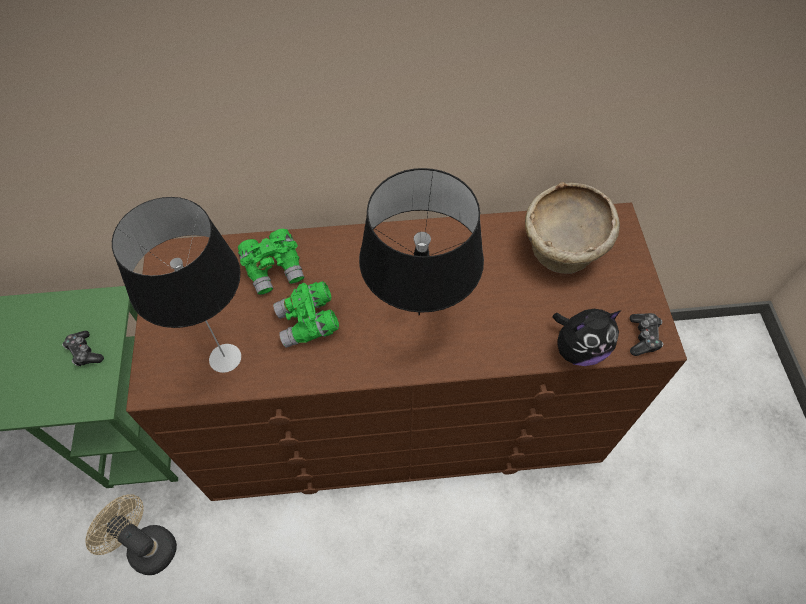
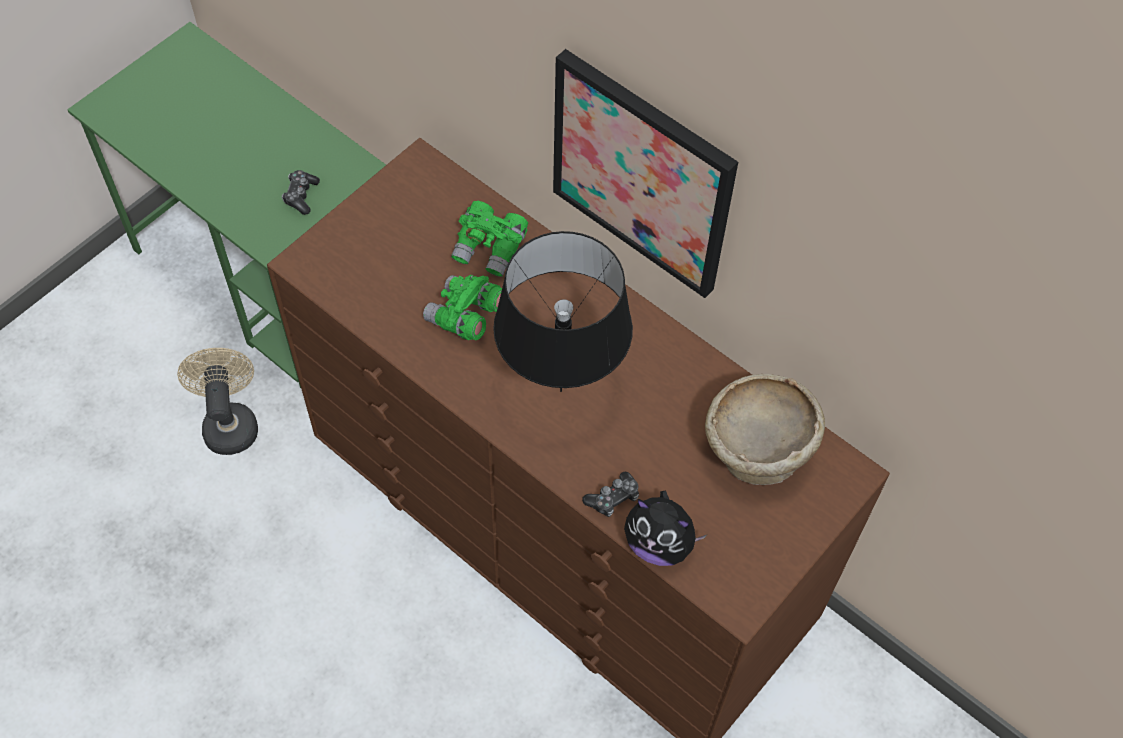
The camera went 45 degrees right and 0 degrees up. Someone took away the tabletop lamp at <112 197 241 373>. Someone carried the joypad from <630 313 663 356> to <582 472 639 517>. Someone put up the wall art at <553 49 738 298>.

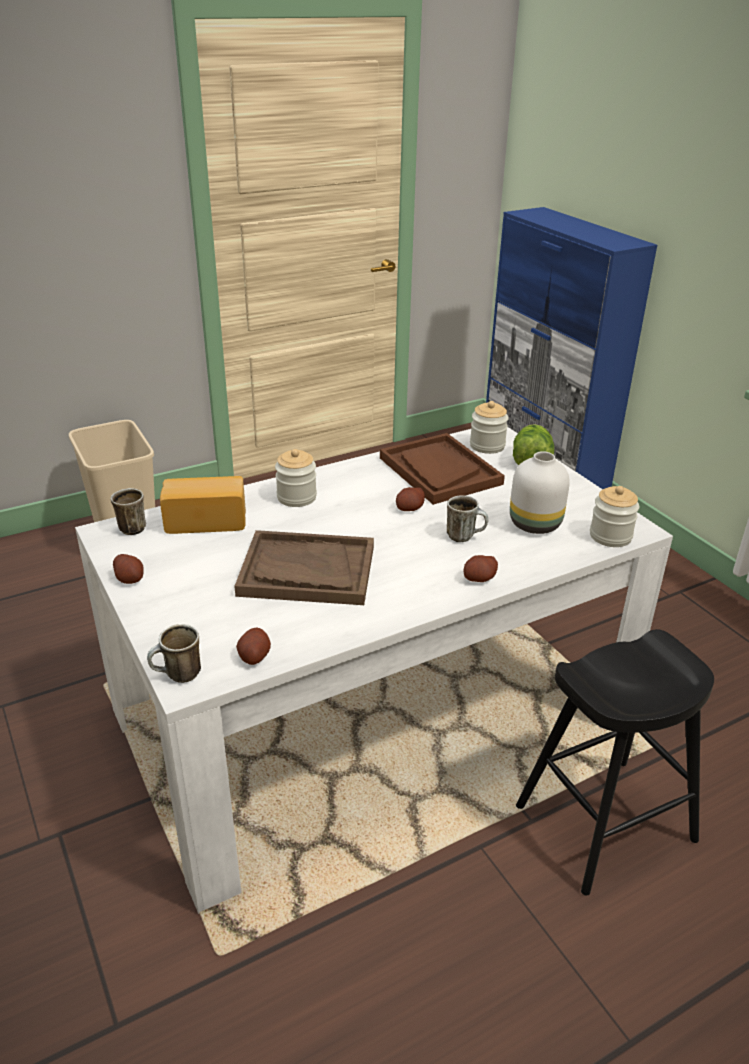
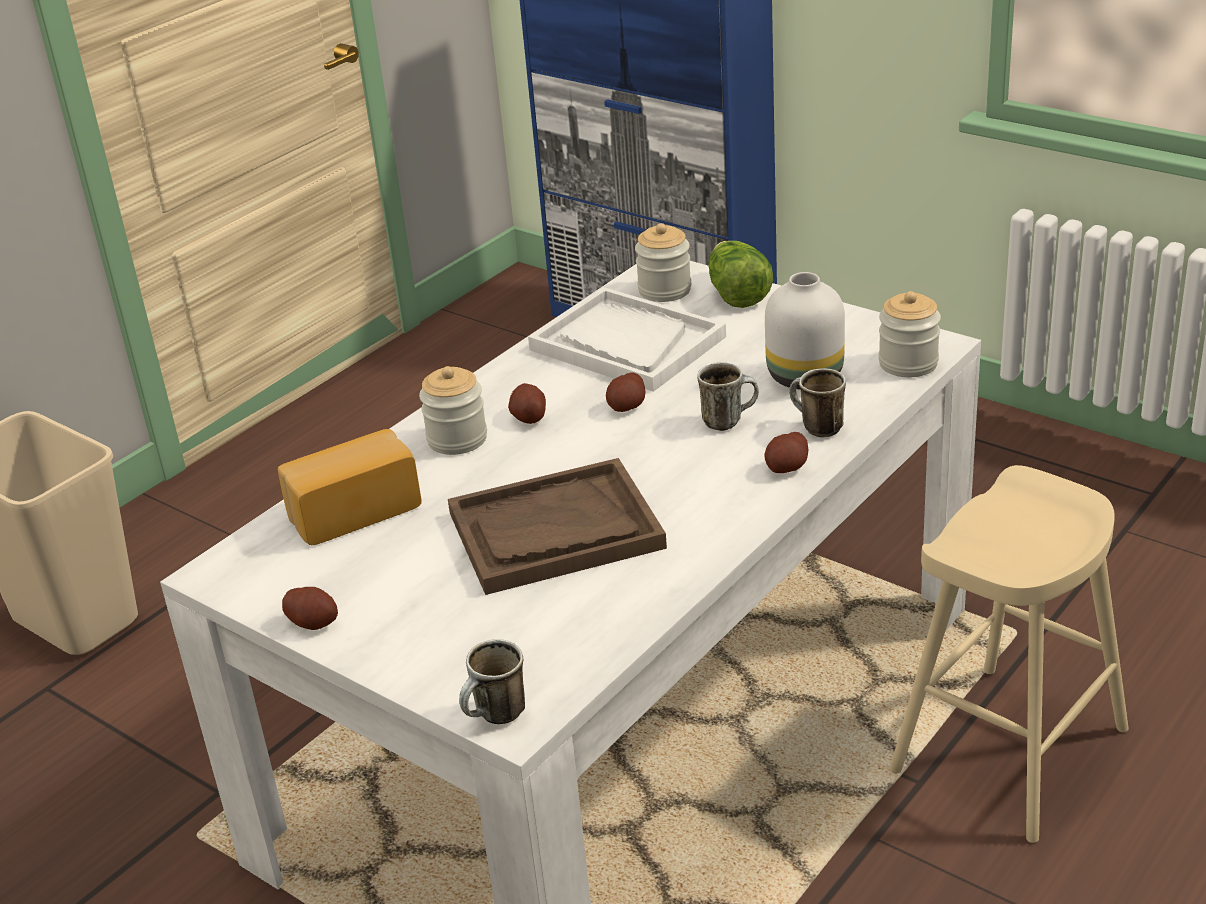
The camera went 20 degrees left and 0 degrees up. Someone repainted the carrying tray in brown at <380 433 505 505>, which became the carrying tray in white at <528 287 726 392>. Someone carried the mug from <110 488 146 535> to <789 368 846 437>. Someone carried the potato from <236 627 271 665> to <508 383 546 424>. Someone repainted the stool in black-coloured at <516 629 714 896>, which became the stool in sand-coloured at <890 465 1129 843>.

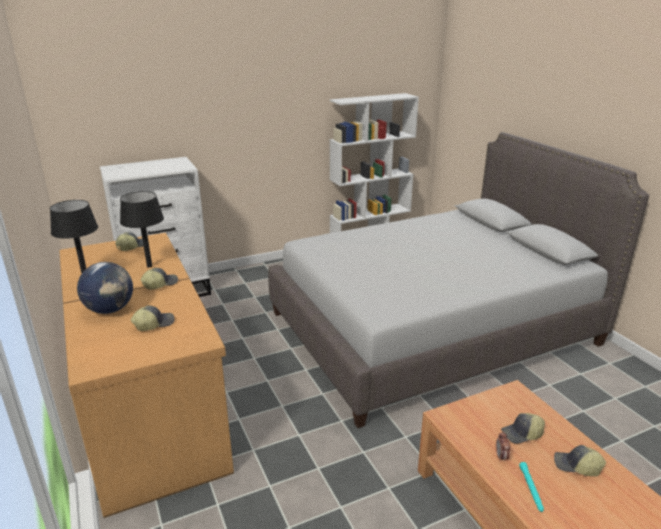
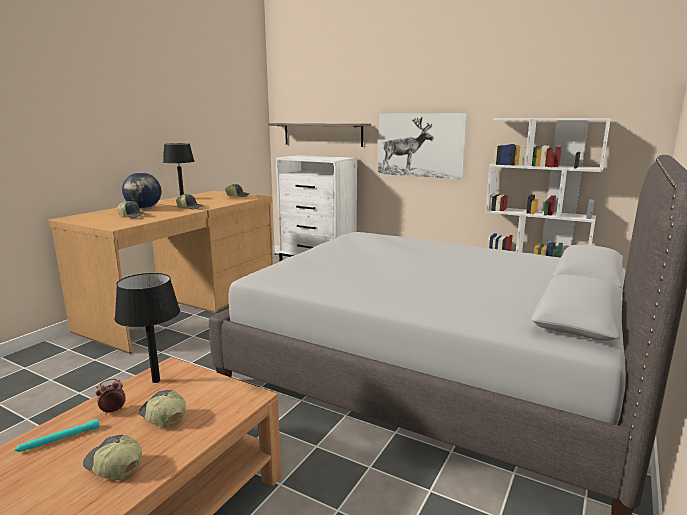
The camera went 55 degrees right and 10 degrees down. Someone carried the tabletop lamp in black-coloured from <120 191 164 268> to <115 273 180 383>. Someone rotated the peaked cap at <554 445 606 476> by 45 degrees counterclockwise. Someone put up the wall art at <378 113 467 179>. Someone put up the bracket shelf at <268 123 371 147>.

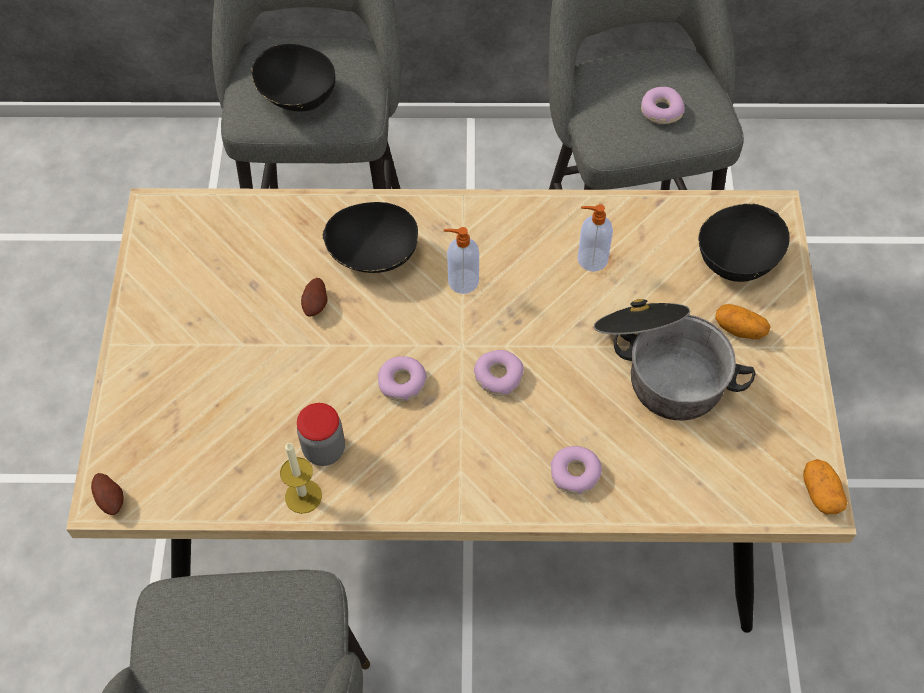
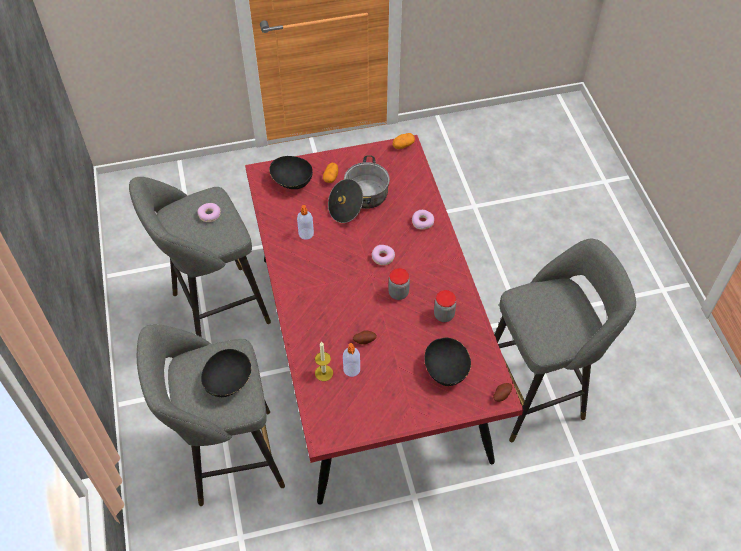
The camera went 105 degrees left and 5 degrees down. Someone repainted the dinner table in sand-coloured at <66 188 856 633>, which became the dinner table in reddish at <245 135 523 505>. Someone carried the serving bowl in black-coloured from <323 202 419 273> to <424 337 471 386>. Someone carried the soap bottle from <444 227 479 294> to <343 343 360 377>. Someone swapped the doughnut at <378 356 427 401> for the storage jar at <388 268 410 300>. Someone carried the wax light from <280 443 322 514> to <315 342 333 381>.

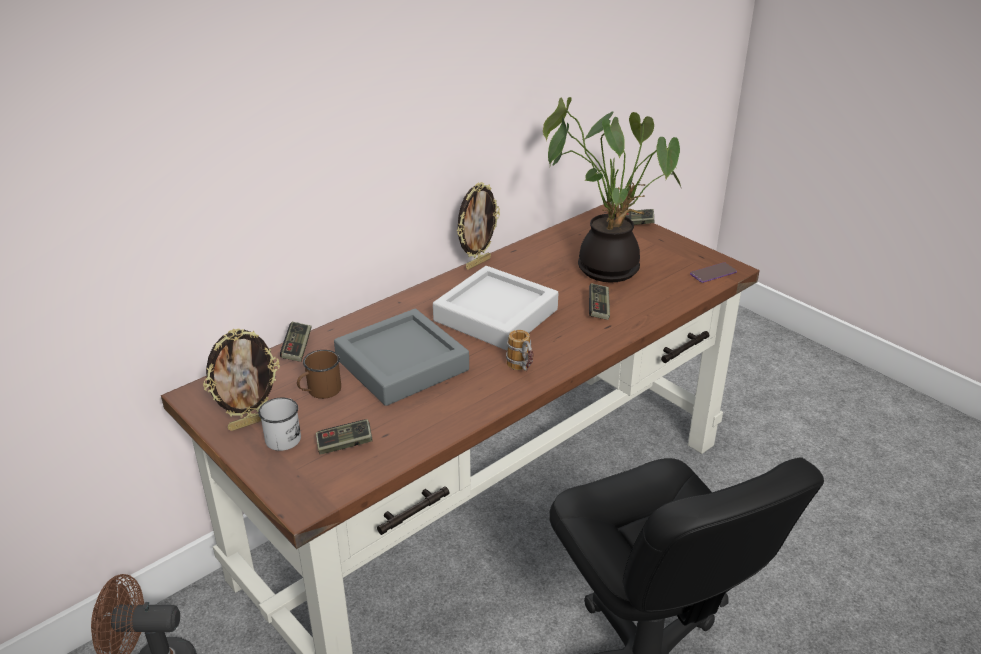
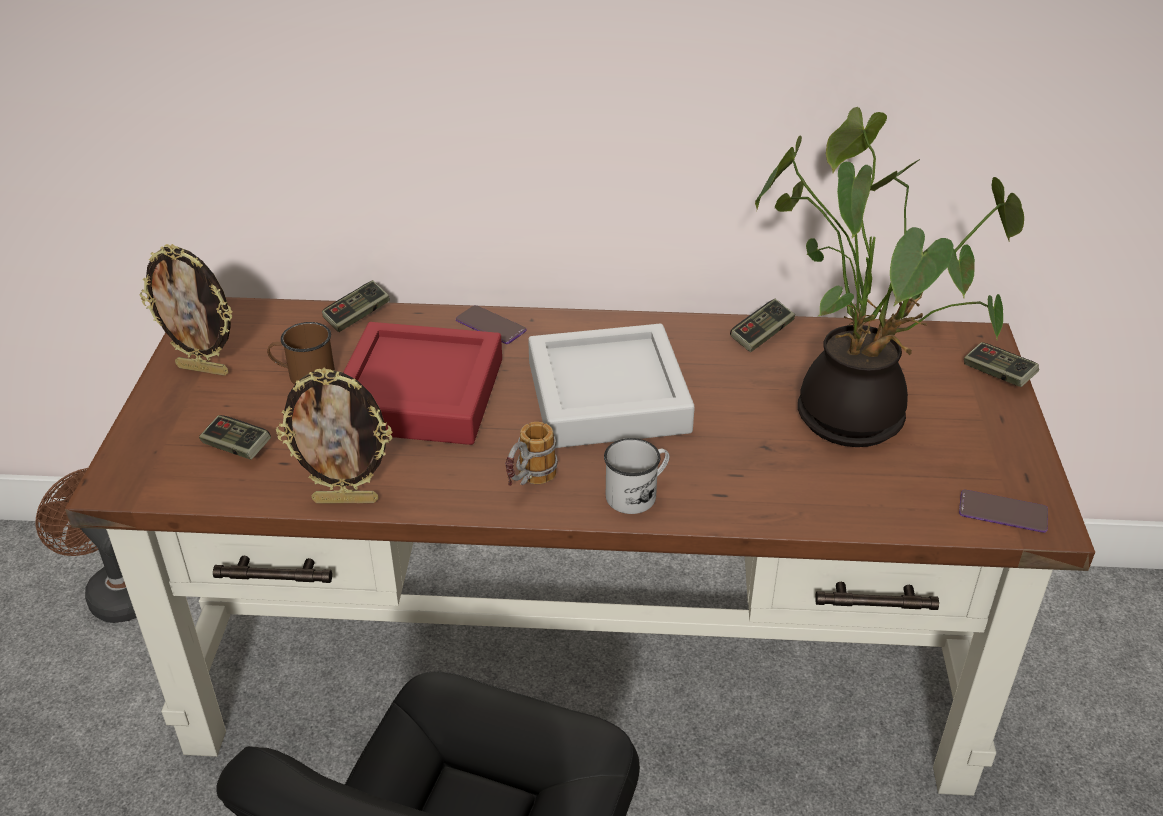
The camera went 45 degrees right and 5 degrees up. Someone carried the photo frame from <457 182 500 270> to <276 368 392 504>. Someone carried the joypad from <589 283 610 320> to <730 299 795 352>. Someone repainted the carrying tray in grey at <334 309 469 406>, which became the carrying tray in reddish at <343 322 502 445>. Someone carried the mug in white from <258 398 301 451> to <604 438 670 514>. Someone put down the handset at <456 305 527 344>.

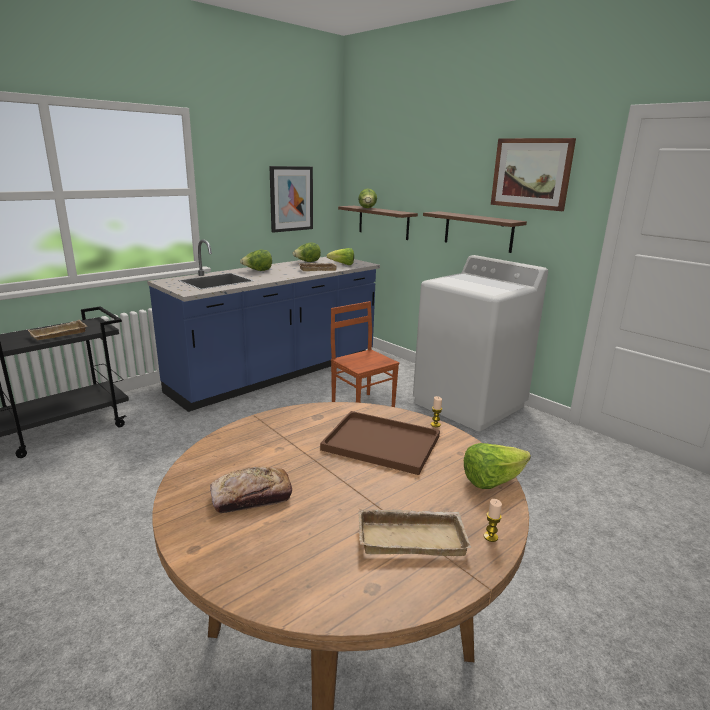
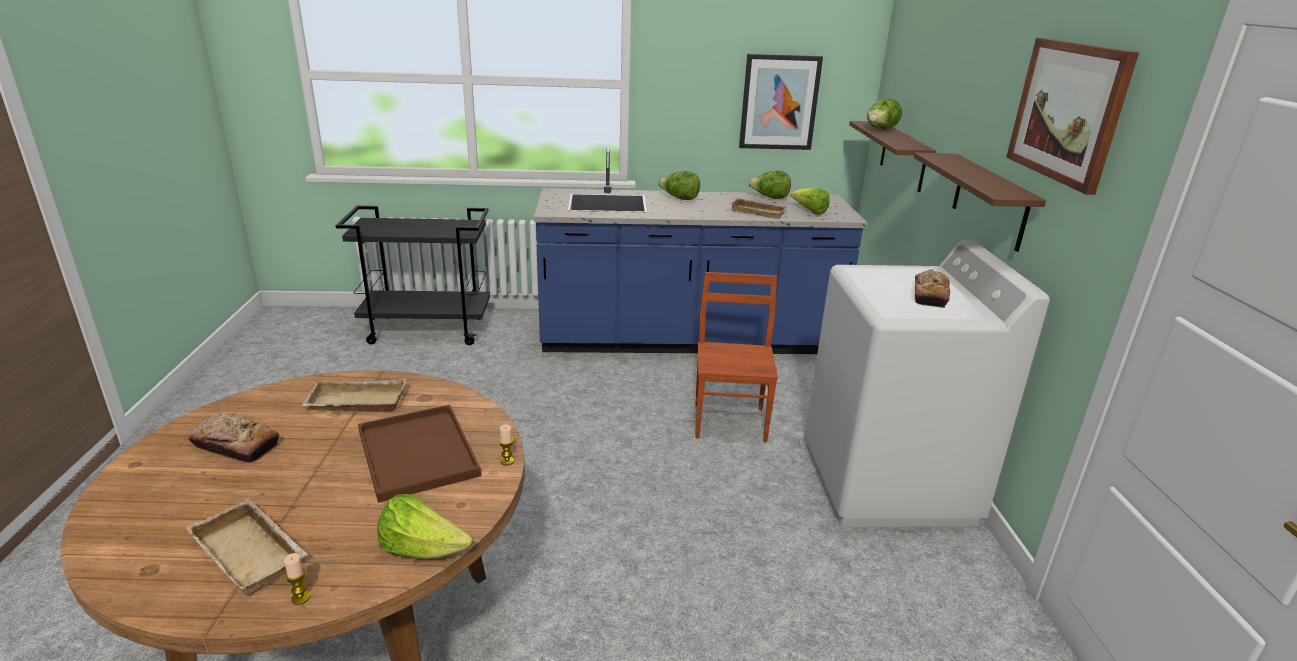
The camera went 40 degrees right and 5 degrees up. Someone carried the carrying tray in sand-coloured from <28 320 87 340> to <301 378 406 412>. Someone put down the bakery bread at <915 269 950 308>.

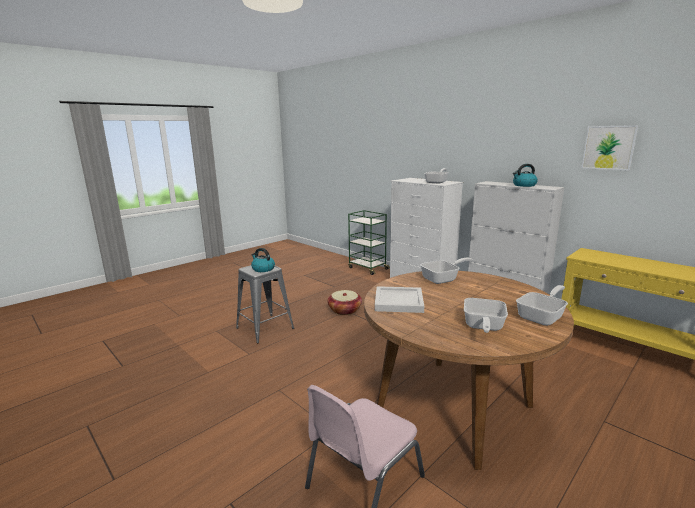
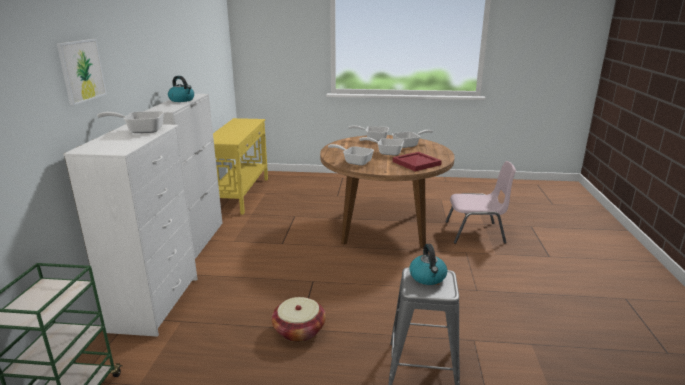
The camera went 130 degrees left and 5 degrees up. Someone carried the wall art from <581 125 638 170> to <57 39 107 105>. Someone repainted the carrying tray in white at <375 286 424 313>, which became the carrying tray in reddish at <393 152 442 171>. Someone put down the frying pan at <359 137 404 156>.

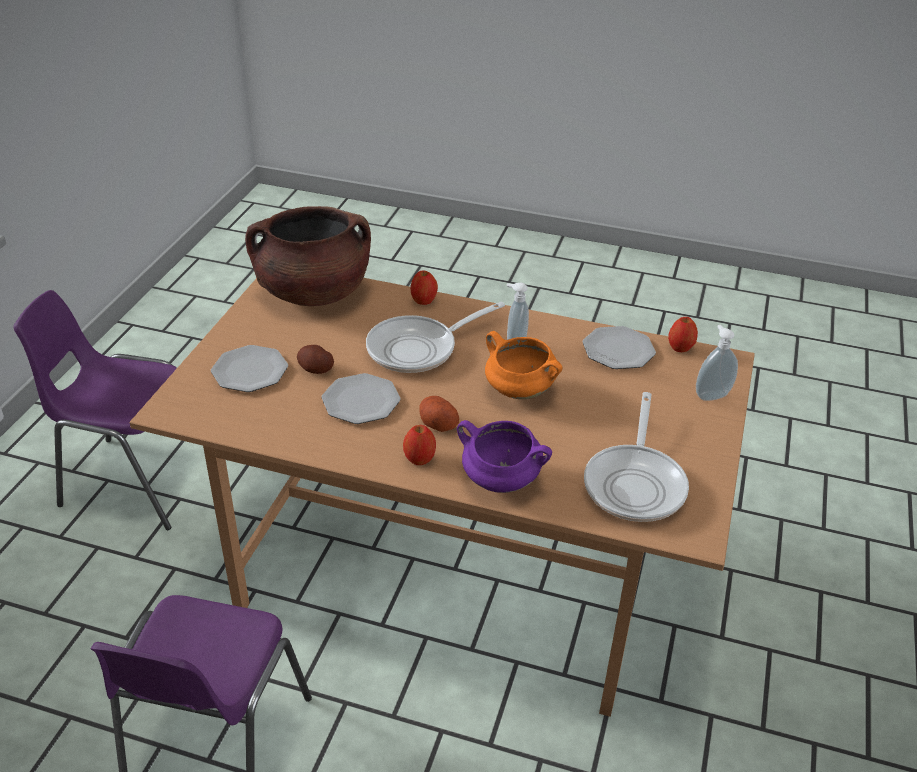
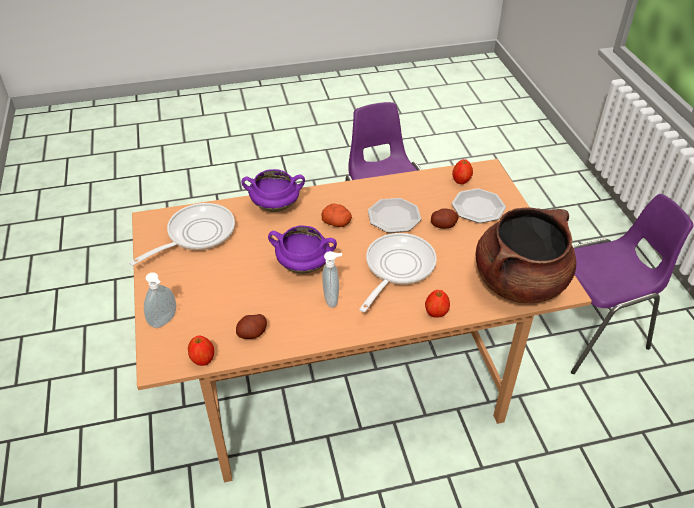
The camera went 150 degrees right and 5 degrees up. Someone swapped the dinner plate at <582 326 656 369> for the potato at <236 314 267 339>. Someone repainted the cooking pot in orange-coloured at <485 331 562 399>, which became the cooking pot in purplish at <268 225 337 274>. Someone rotated the frying pan at <584 392 689 522> by 60 degrees clockwise. Someone carried the apple fruit from <403 425 436 465> to <452 159 473 184>.

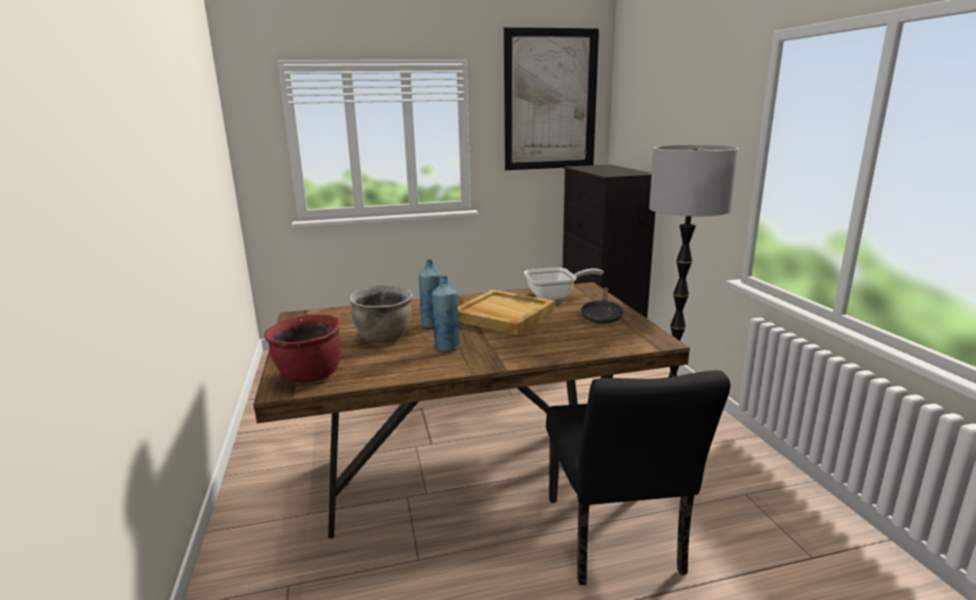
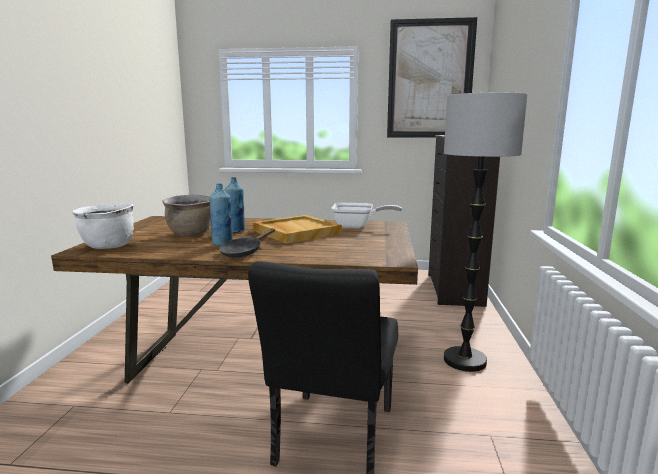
The camera went 20 degrees right and 5 degrees down. Someone carried the frying pan in black-coloured from <580 287 624 324> to <219 228 275 258>. Someone repainted the cooking pot in reddish at <264 314 341 383>, which became the cooking pot in white at <72 203 134 249>.

